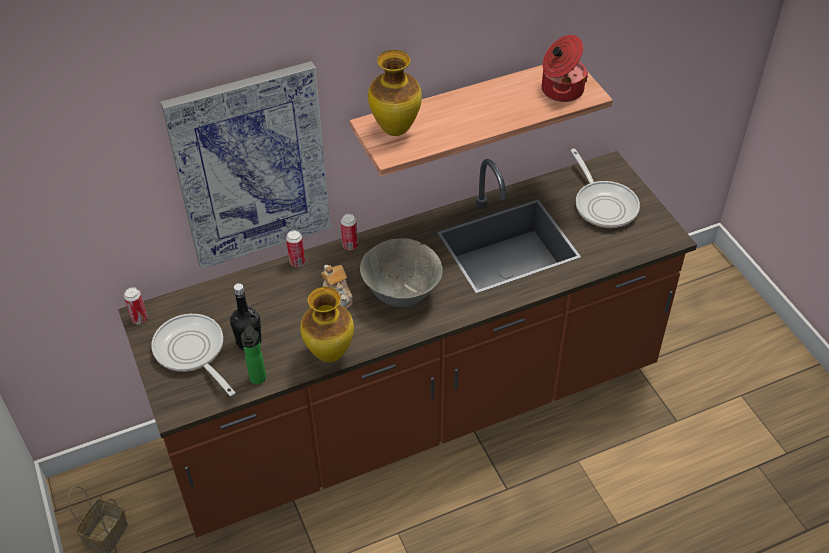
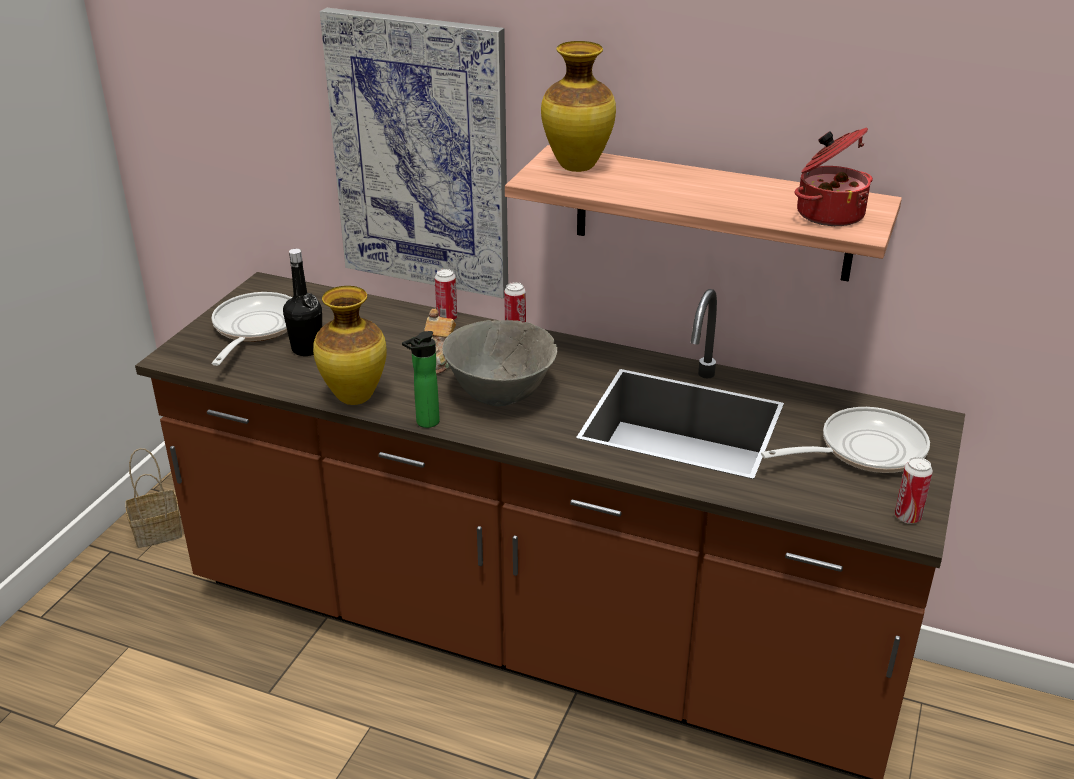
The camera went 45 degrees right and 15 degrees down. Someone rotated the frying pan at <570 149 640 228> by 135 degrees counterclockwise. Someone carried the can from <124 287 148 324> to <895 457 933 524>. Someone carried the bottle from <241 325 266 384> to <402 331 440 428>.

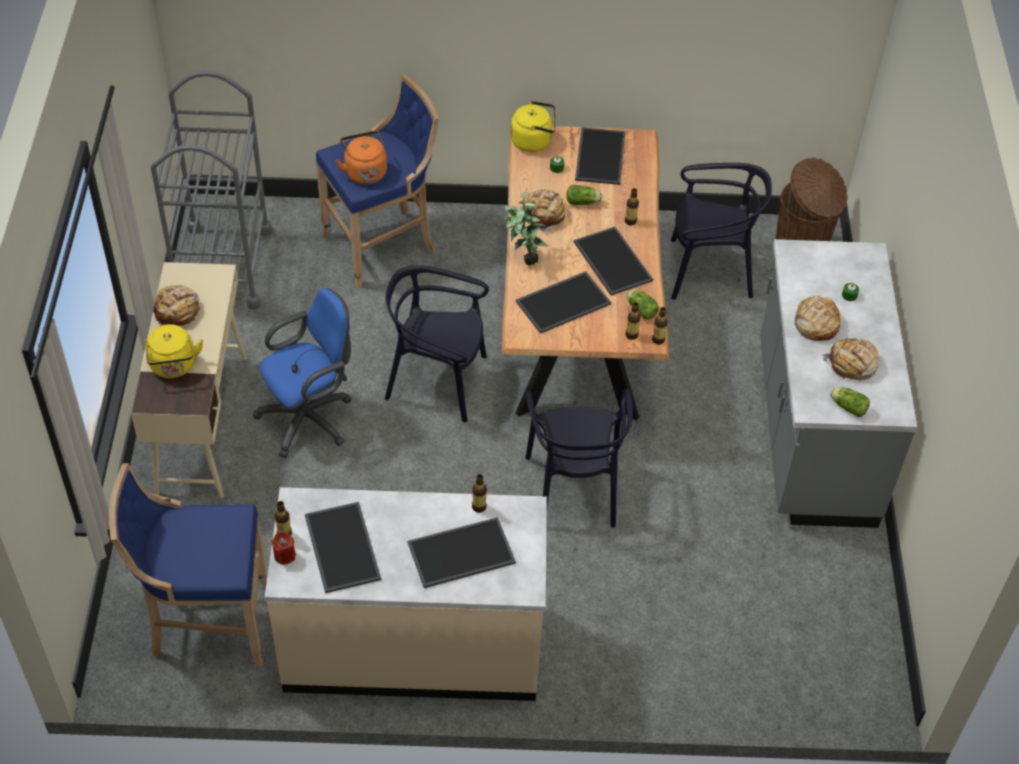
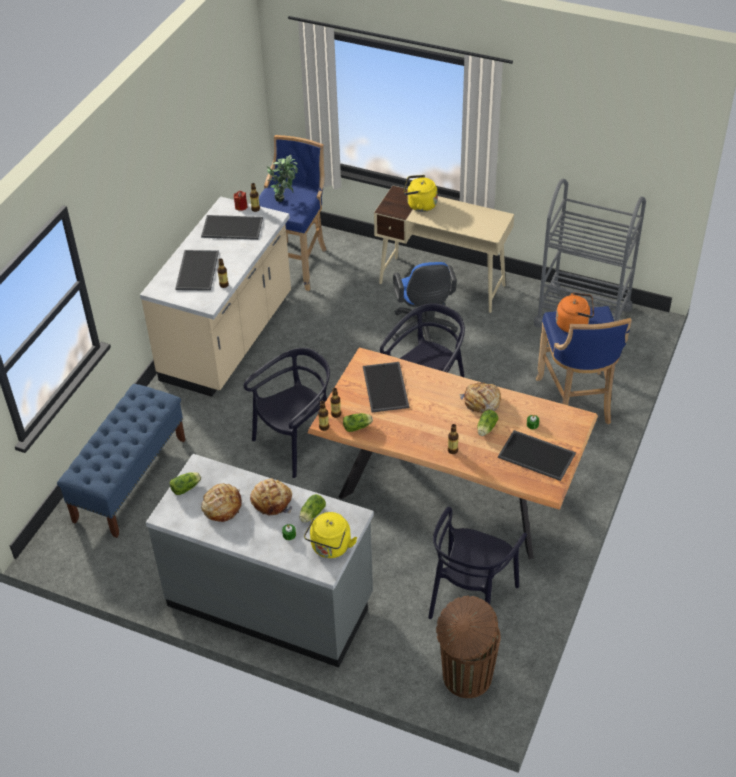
The camera went 115 degrees right and 5 degrees down. Someone carried the water kettle in yellowish from <511 101 556 152> to <304 512 357 558>. Someone carried the houseplant from <504 189 548 265> to <267 155 298 202>. Someone took away the carrying tray at <574 227 653 296>. Someone took away the bakery bread at <154 285 200 326>. Someone rotated the upright chair in black-coloured at <525 389 633 528> by 120 degrees clockwise. Someone put down the long seat in bluish at <57 384 185 538>. Someone put down the head of lettuce at <300 494 326 523>.

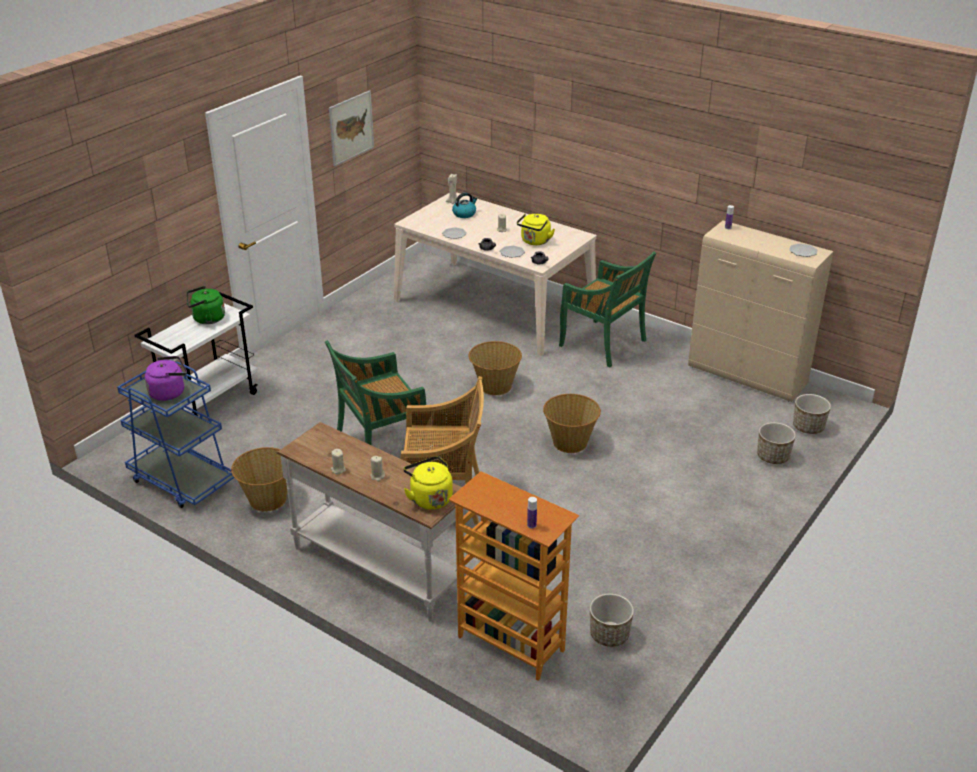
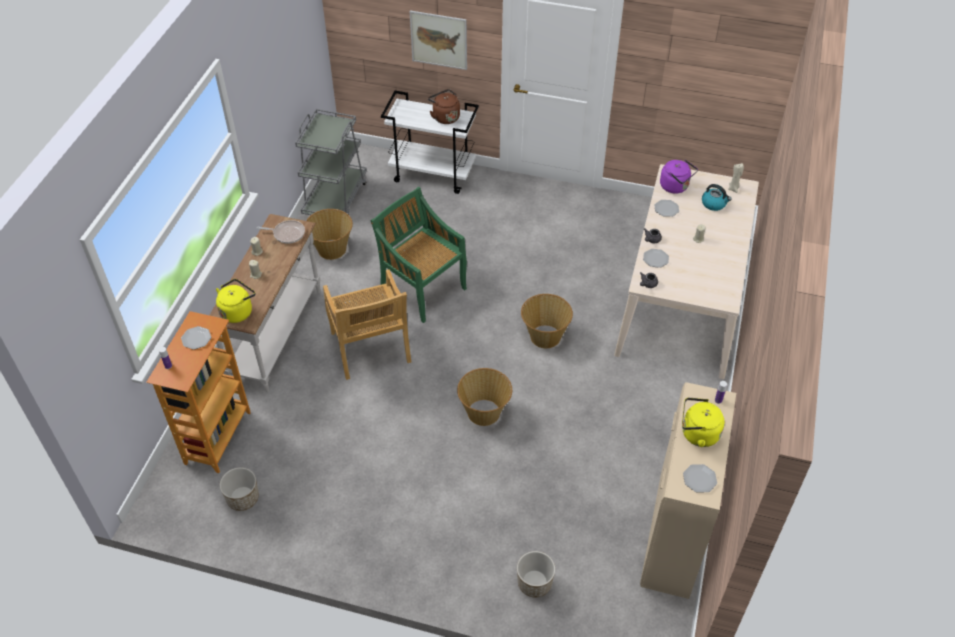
The camera went 70 degrees right and 15 degrees up. Someone carried the wall art from <329 90 374 166> to <410 10 467 70>. Someone carried the water kettle in yellowish from <517 214 555 245> to <682 398 725 447>. Someone took away the upright chair in greenish at <559 252 656 367>. Someone repainted the water kettle in greenish at <187 286 225 324>, which became the water kettle in brown at <428 89 460 124>. Someone carried the water kettle in purplish from <145 356 187 401> to <660 160 698 193>. Someone repainted the cart in bluish at <117 361 234 508>, which became the cart in grey at <295 109 367 215>. Someone took away the planter at <793 394 831 434>. Someone put down the frying pan at <257 220 305 244>. Someone put down the dinner plate at <181 326 211 350>.

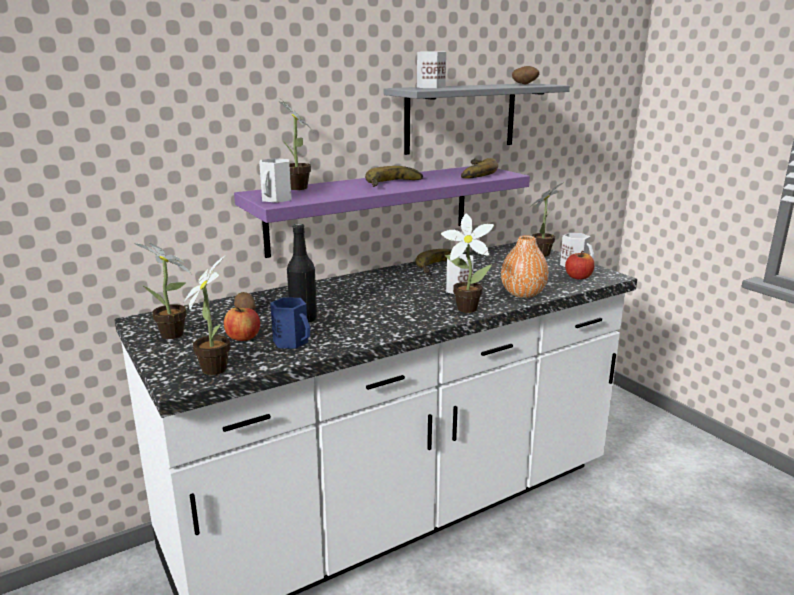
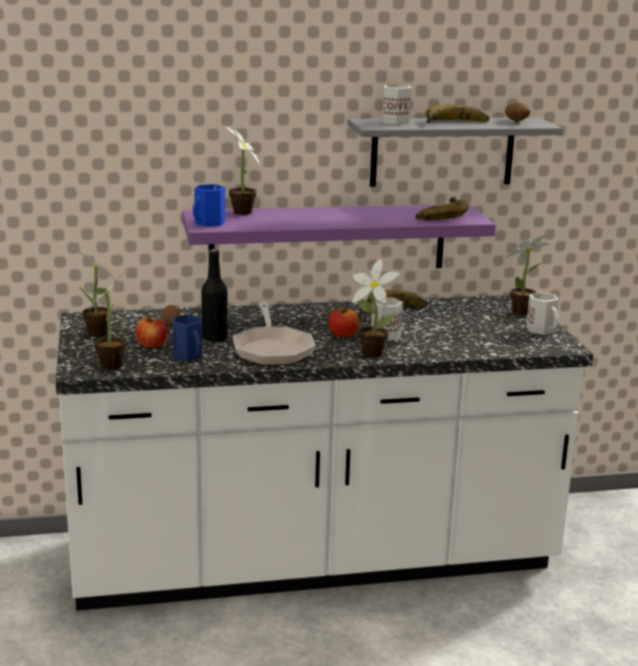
The camera went 20 degrees right and 0 degrees up. Someone repainted the mug in white at <259 158 291 203>, which became the mug in bluish at <193 184 225 227>. Someone carried the banana from <365 166 423 187> to <426 105 490 123>. Someone took away the vase in orange-coloured at <501 236 549 298>. Someone carried the apple fruit from <565 251 595 280> to <328 306 359 337>. Someone put down the frying pan at <233 303 316 366>.

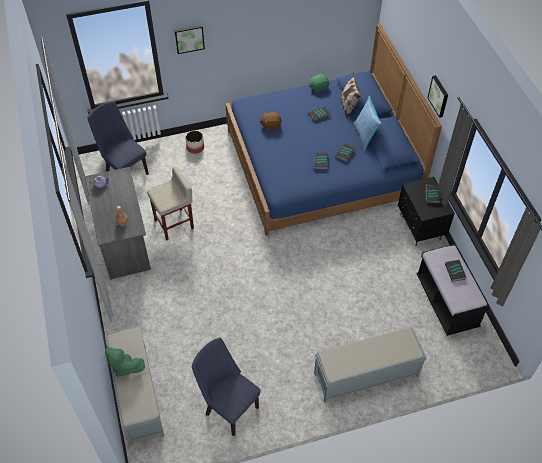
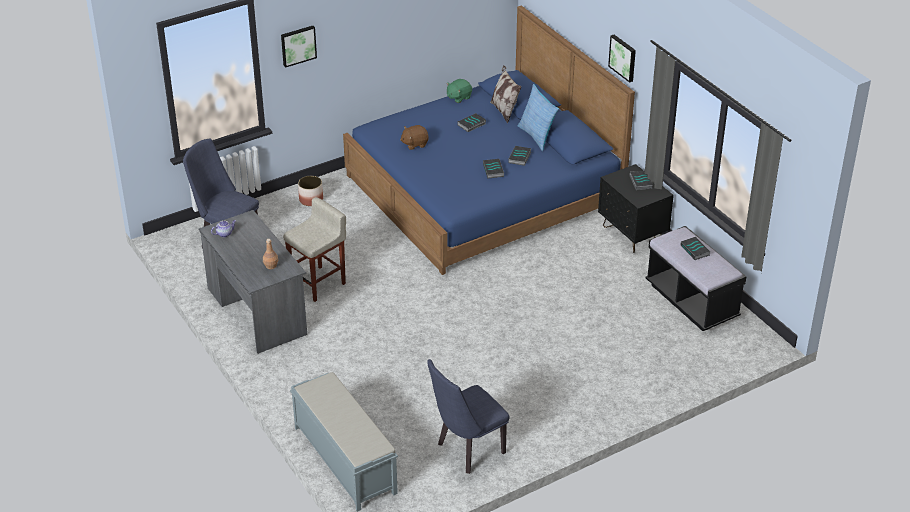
The camera went 15 degrees left and 15 degrees down. Someone took away the long seat in grey at <314 327 427 403>. Someone rotated the upright chair in bluish at <192 338 261 436> by 60 degrees counterclockwise. Someone took away the cuddly toy in greenish at <105 347 145 377>.

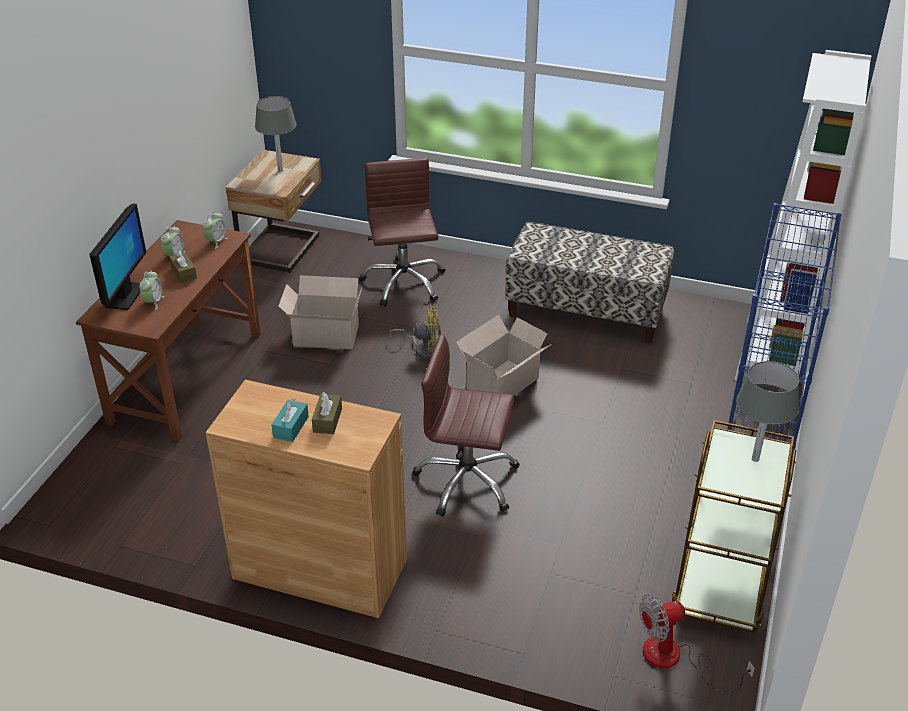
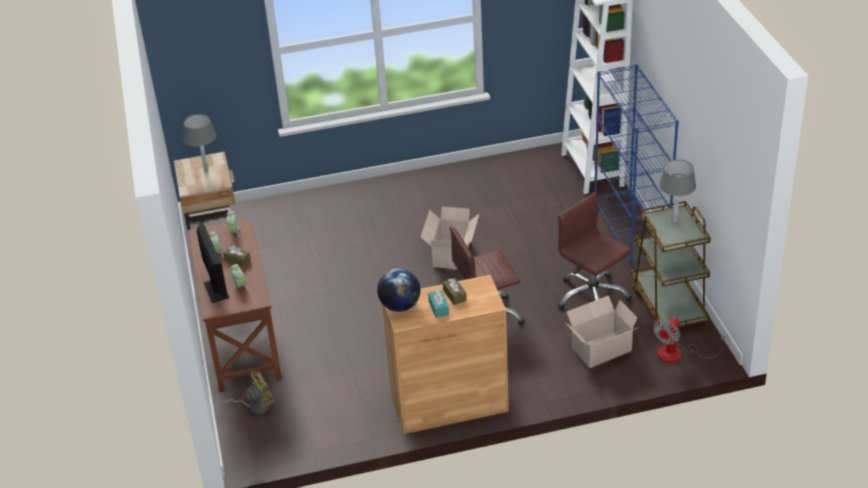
The camera went 30 degrees left and 0 degrees up. Someone carried the computer chair in brown from <359 158 445 307> to <558 192 632 309>. Someone took away the long seat at <505 222 674 343>. Someone carried the carton from <278 275 362 349> to <565 295 640 368>. Someone carried the electric fan in yellowish from <389 307 441 359> to <221 371 274 414>. Someone put down the world globe at <377 268 421 312>.

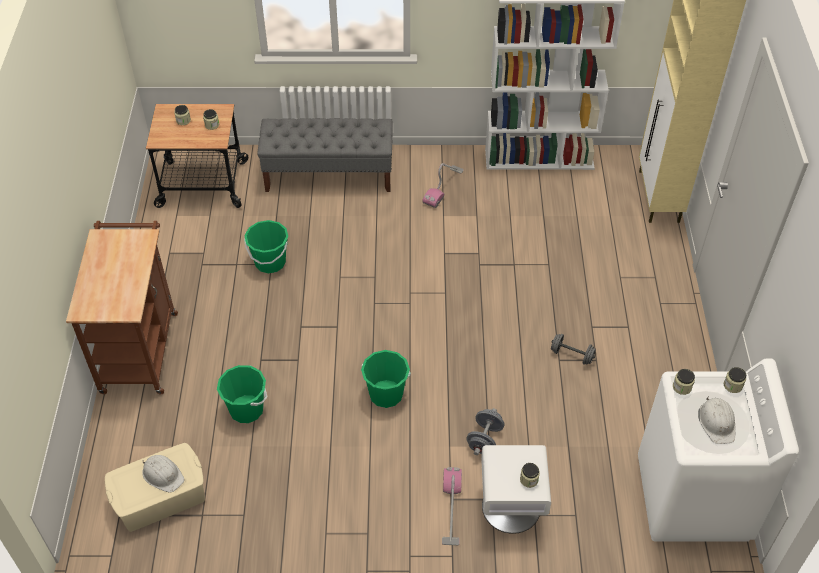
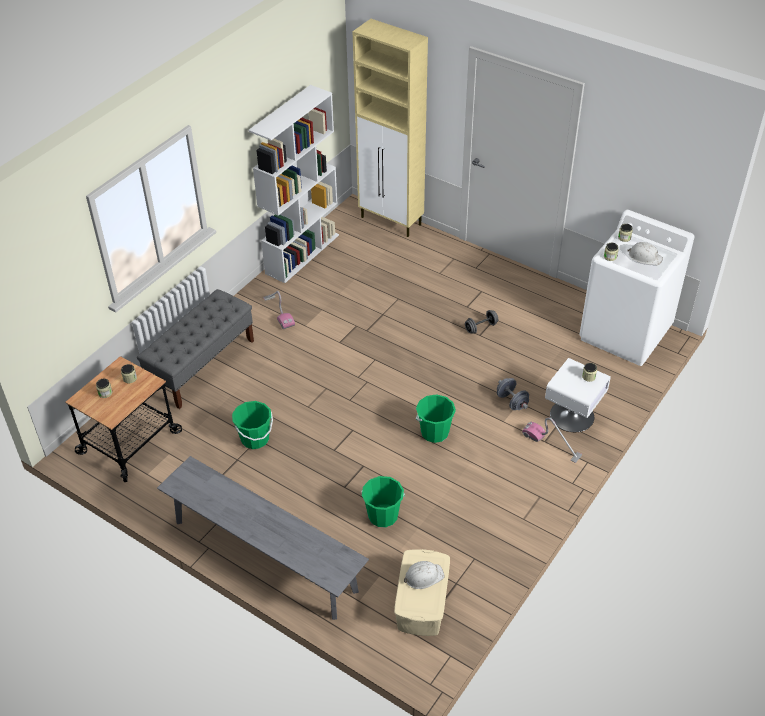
The camera went 55 degrees left and 5 degrees down. Someone swapped the cart in brown at <66 221 178 394> for the long seat in grey at <157 456 369 620>.

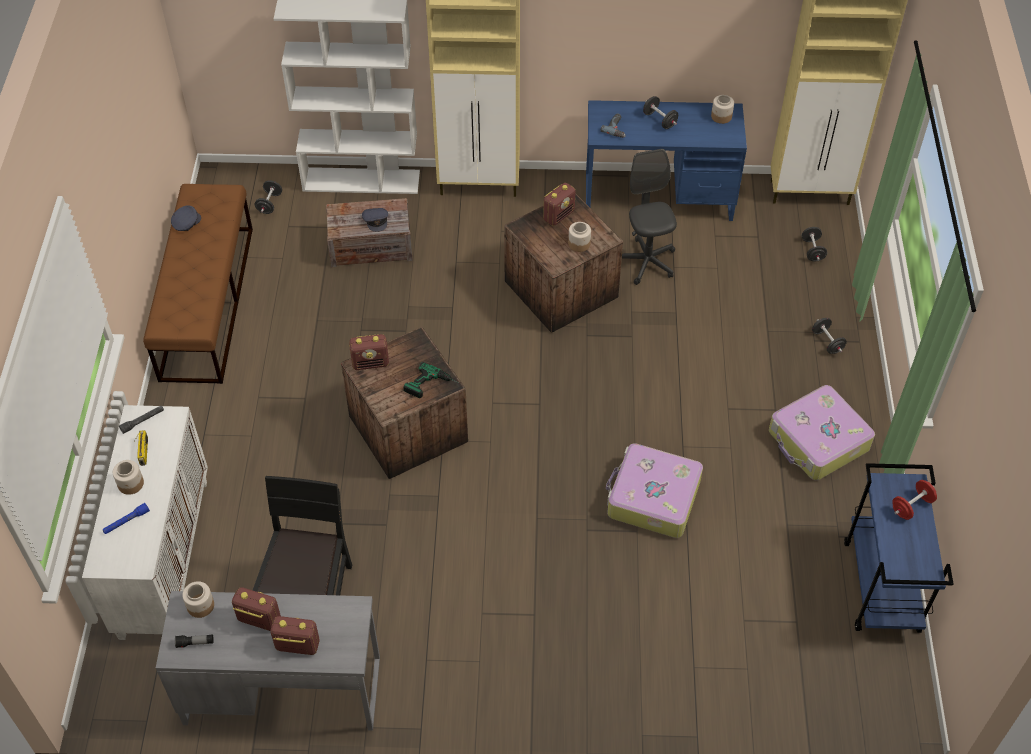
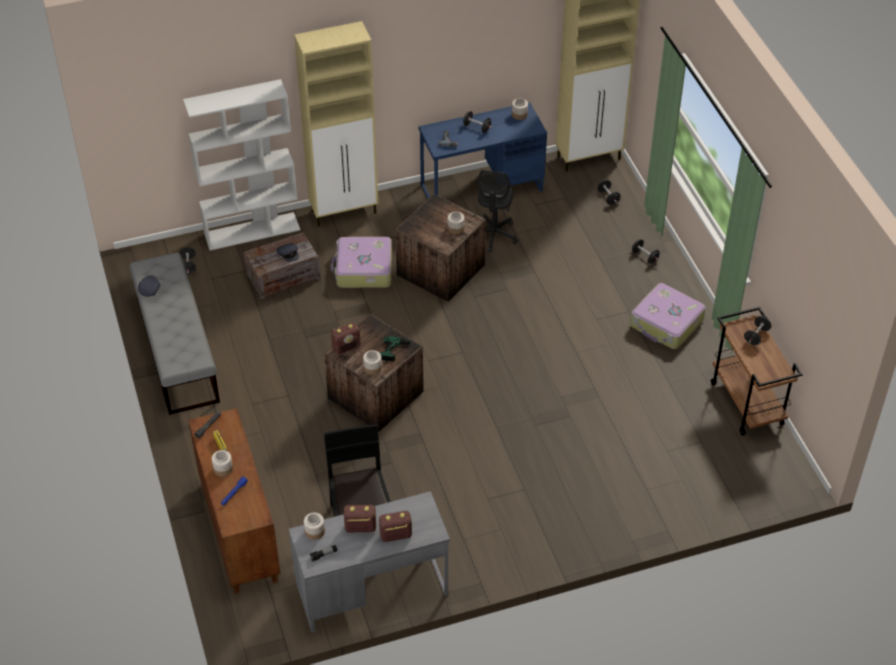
The camera went 20 degrees left and 5 degrees down. Someone rotated the computer chair in grey at <622 149 677 285> by 135 degrees counterclockwise. Someone took away the radio at <543 183 576 226>. Someone repainted the long seat in brown at <143 184 253 384>, which became the long seat in grey at <129 252 220 415>. Someone repainted the cabinet in white at <82 405 208 640>, which became the cabinet in brown at <188 408 280 594>. Someone carried the suitcase from <606 443 703 538> to <331 237 392 288>. Someone repainted the cart in bluish at <844 463 953 633>, which became the cart in brown at <711 307 803 436>. Someone repainted the free weight in reddish at <892 480 937 520>, which became the free weight in black-coloured at <744 316 771 345>. Someone put down the storage jar at <363 350 382 375>.

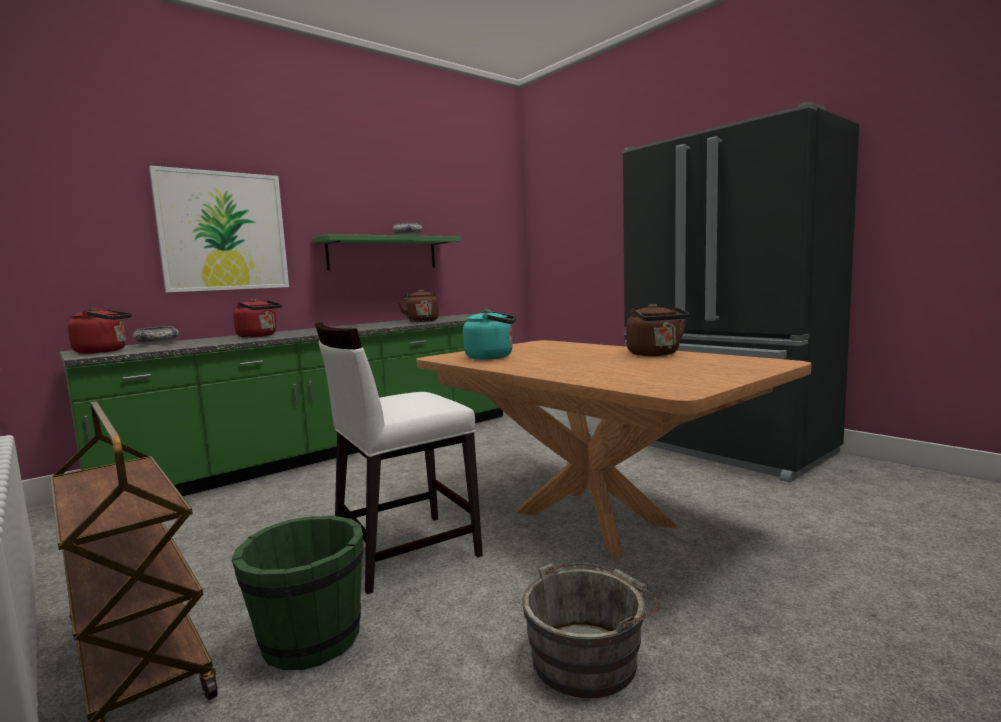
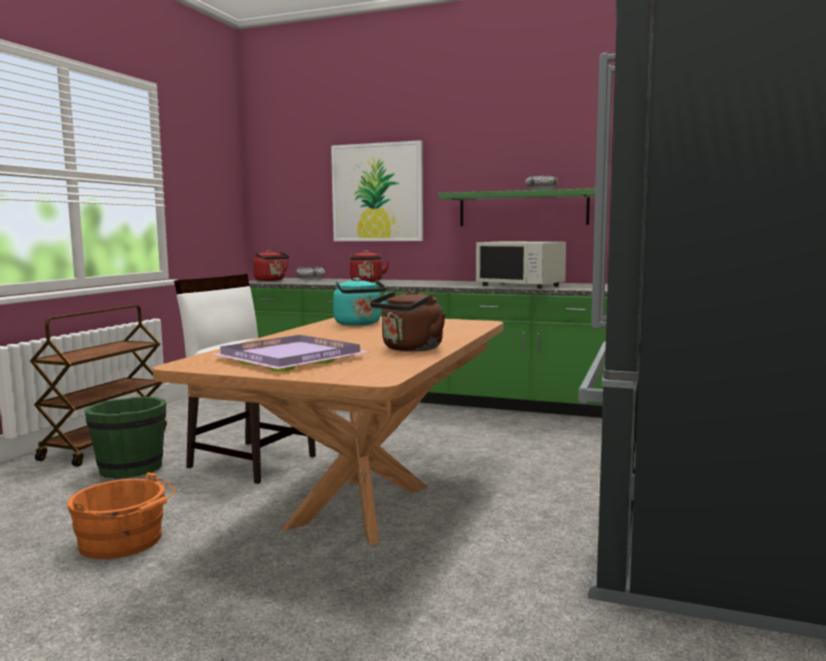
The camera went 60 degrees right and 0 degrees up. Someone swapped the water kettle in brown at <398 290 439 322> for the kitchen microwave in white at <476 242 566 289>. Someone repainted the pail in grey at <522 563 659 698>, which became the pail in orange-coloured at <67 472 175 559>. Someone put down the carrying tray in purplish at <212 335 368 372>.

